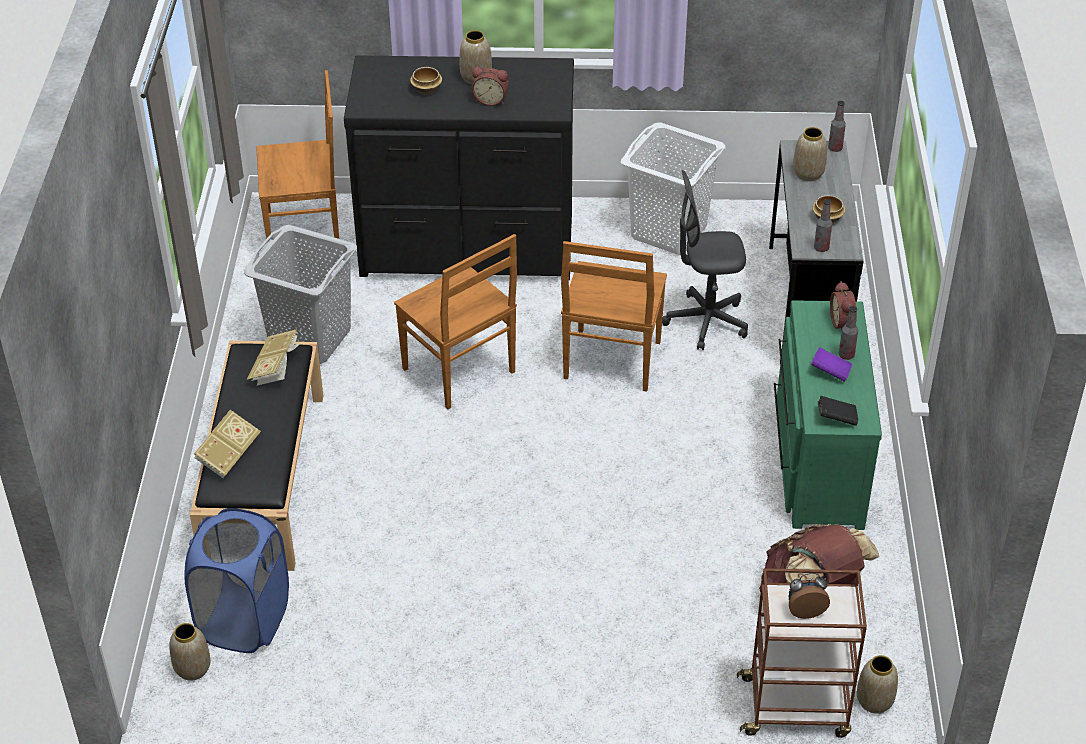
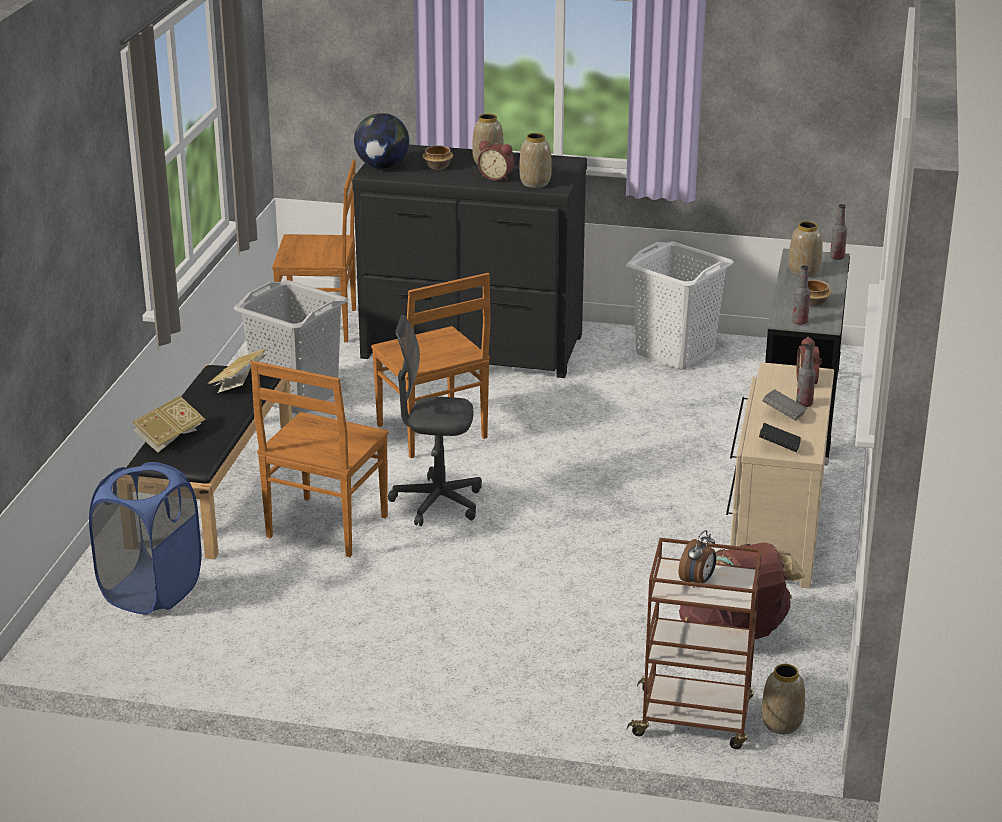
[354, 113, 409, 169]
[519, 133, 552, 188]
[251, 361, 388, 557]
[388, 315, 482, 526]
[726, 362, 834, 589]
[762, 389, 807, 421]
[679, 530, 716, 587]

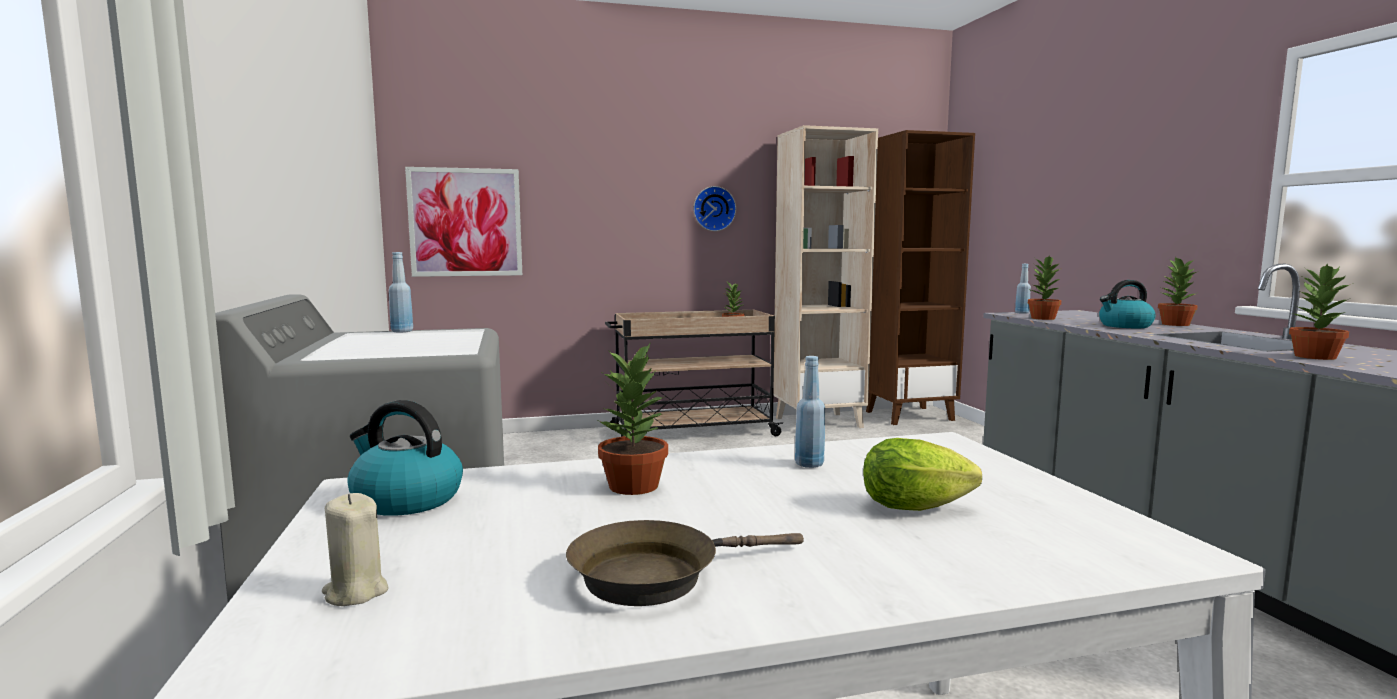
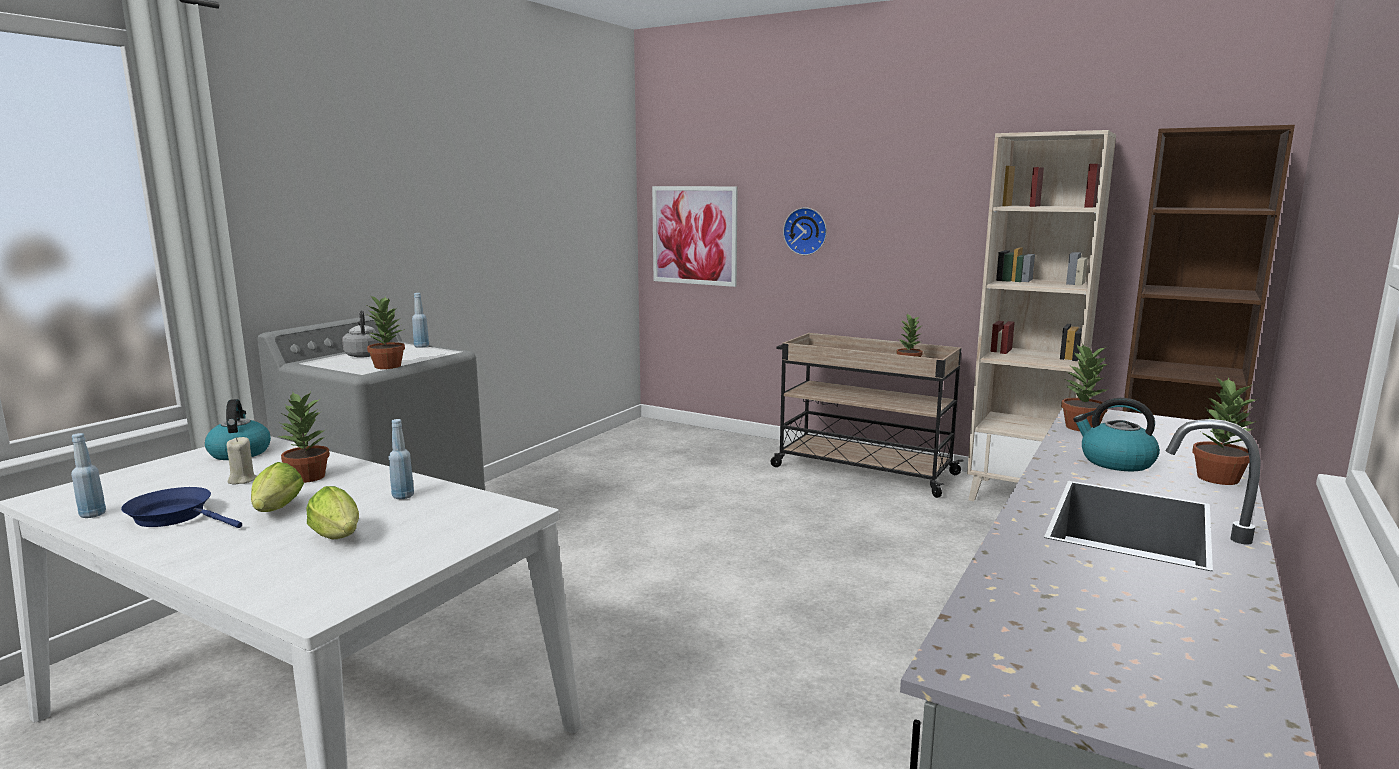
[251, 462, 304, 512]
[342, 310, 382, 358]
[227, 437, 257, 484]
[783, 207, 827, 255]
[71, 433, 106, 518]
[367, 295, 405, 369]
[121, 487, 242, 528]

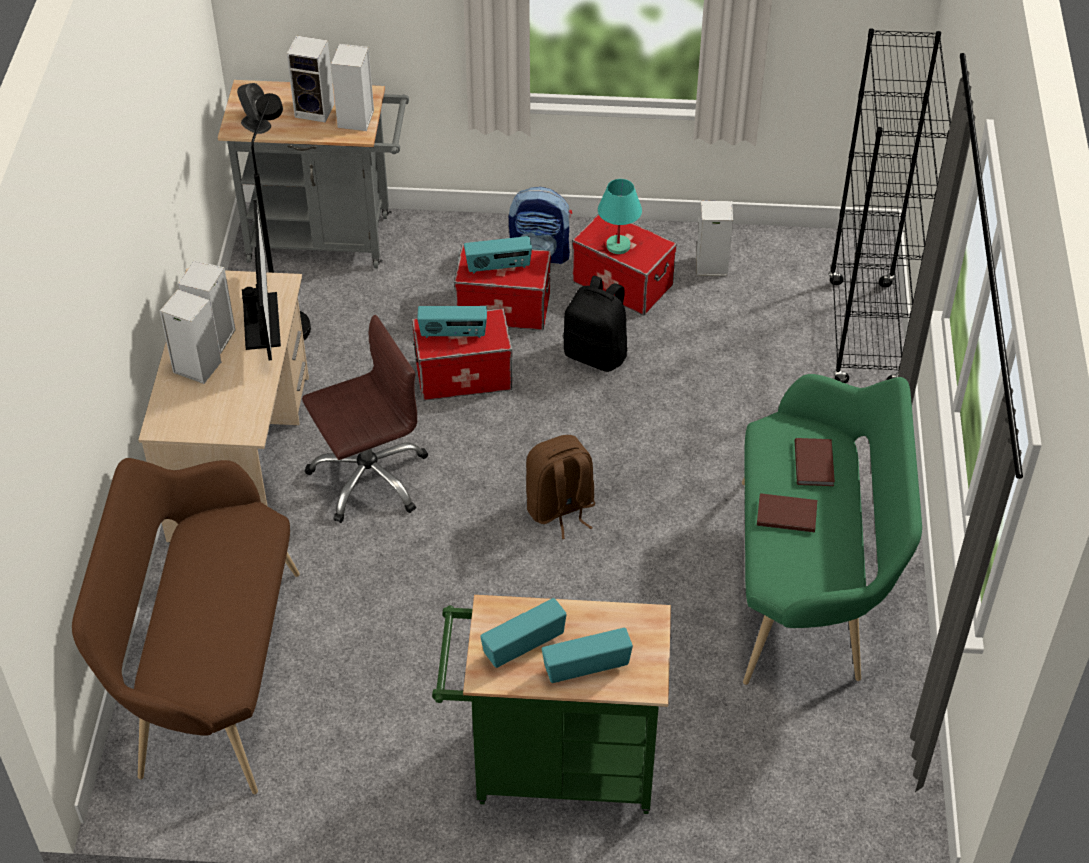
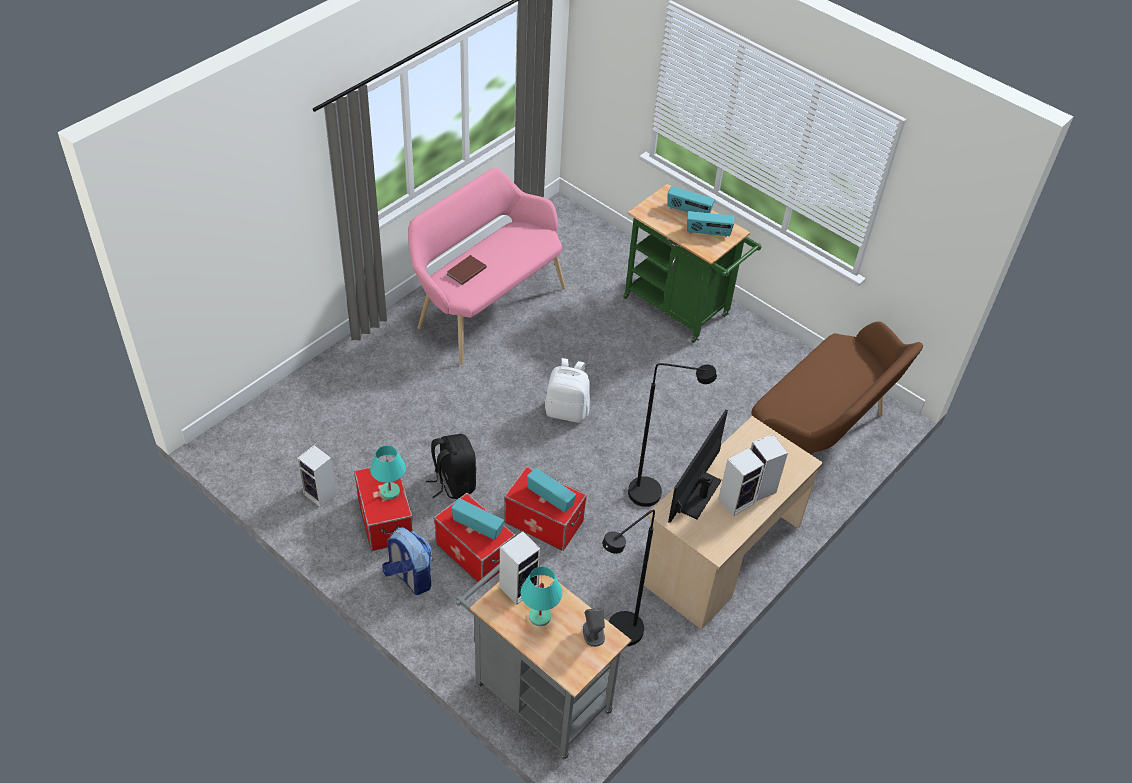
[757, 493, 817, 532] (first image)
[828, 28, 951, 383] (first image)
[521, 567, 562, 626]
[628, 363, 717, 507]
[545, 358, 590, 423]
[408, 168, 565, 365]

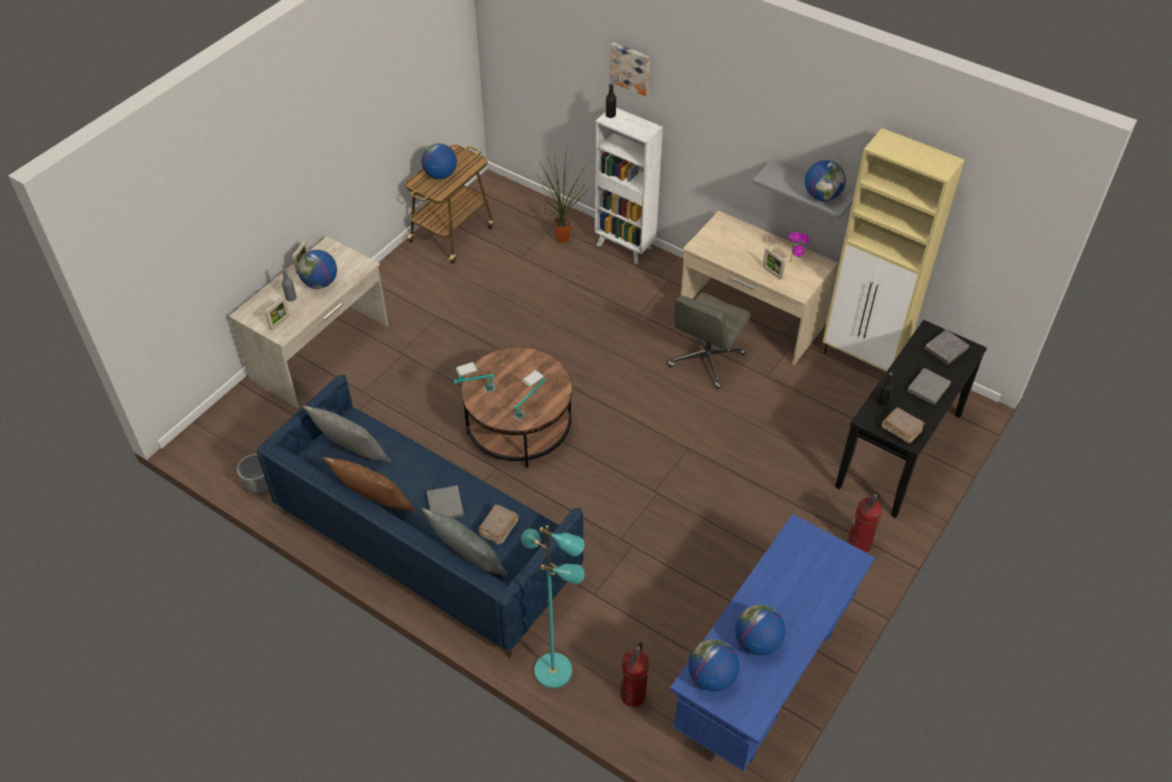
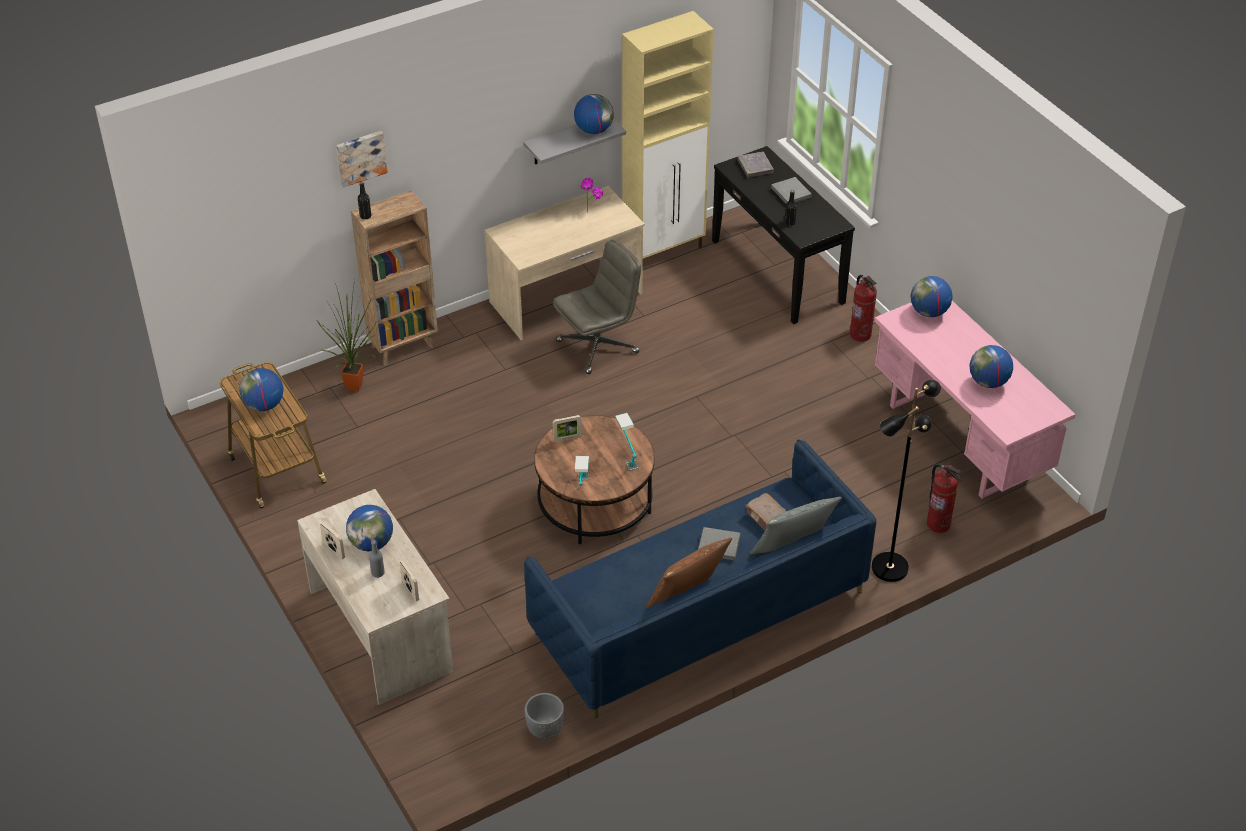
[303, 406, 392, 462] (first image)
[882, 407, 925, 443] (first image)
[911, 276, 953, 317]
[552, 415, 581, 442]
[872, 380, 941, 582]
[351, 190, 438, 366]
[874, 301, 1076, 499]
[553, 240, 641, 374]

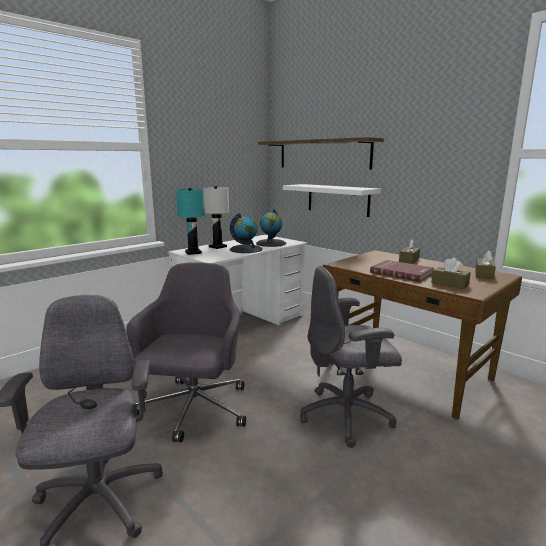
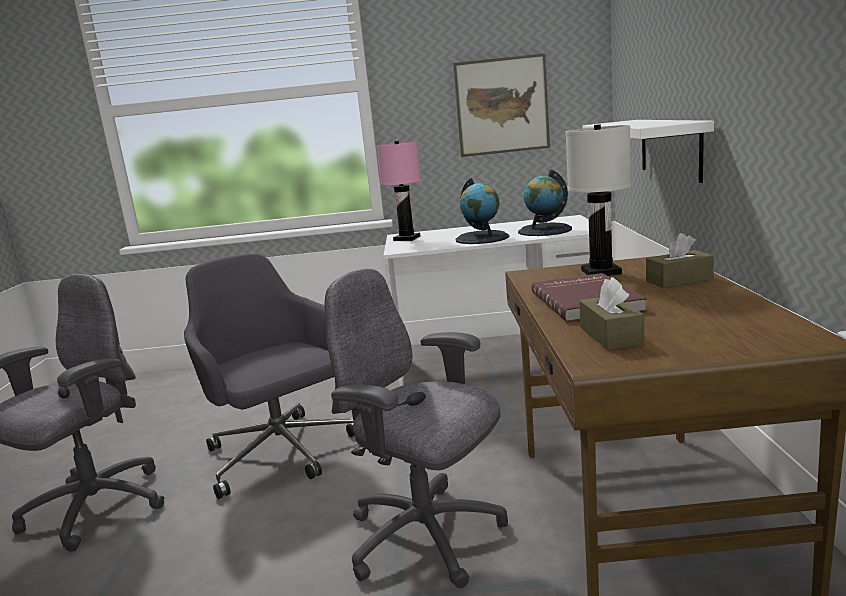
[258, 137, 384, 169] (first image)
[475, 251, 496, 279] (first image)
[453, 53, 550, 157]
[565, 124, 631, 276]
[376, 141, 421, 241]
[184, 253, 355, 499]

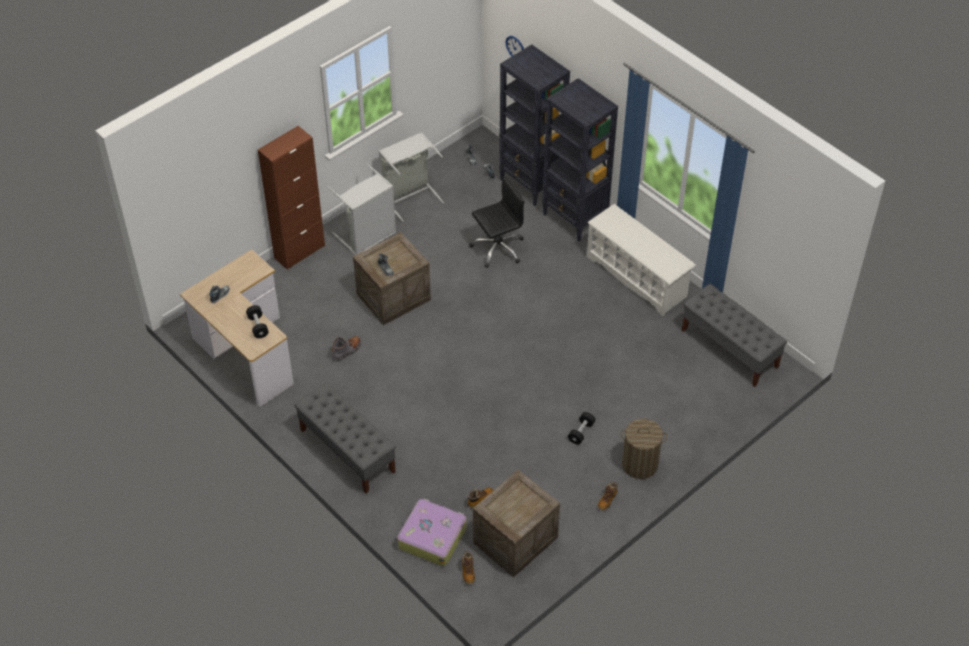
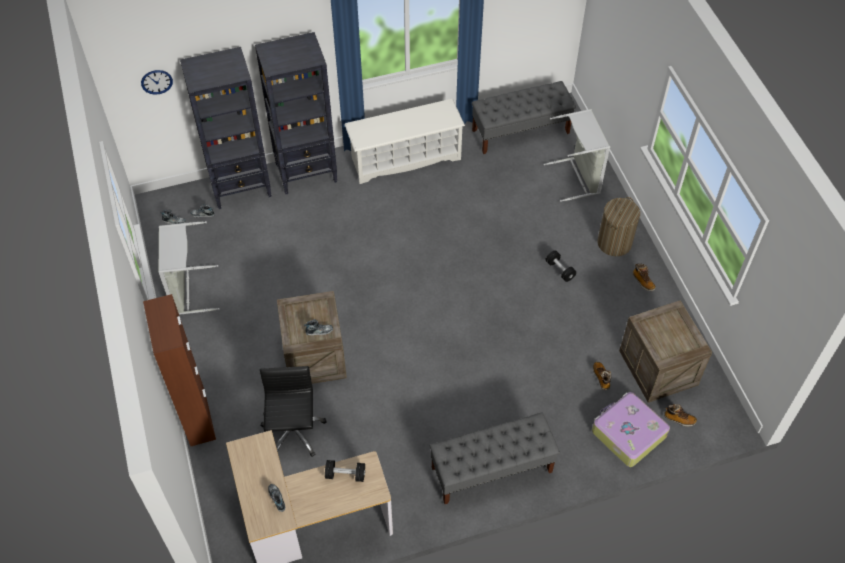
[331, 336, 361, 362] (first image)
[543, 109, 610, 202]
[260, 366, 327, 457]

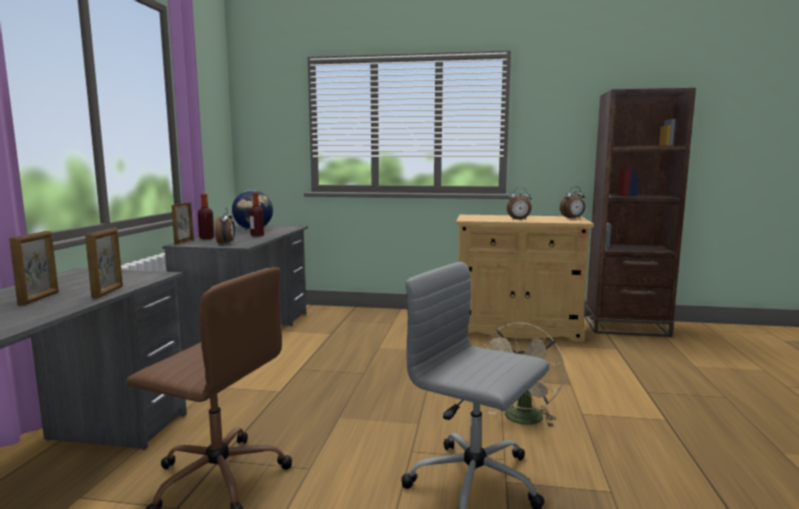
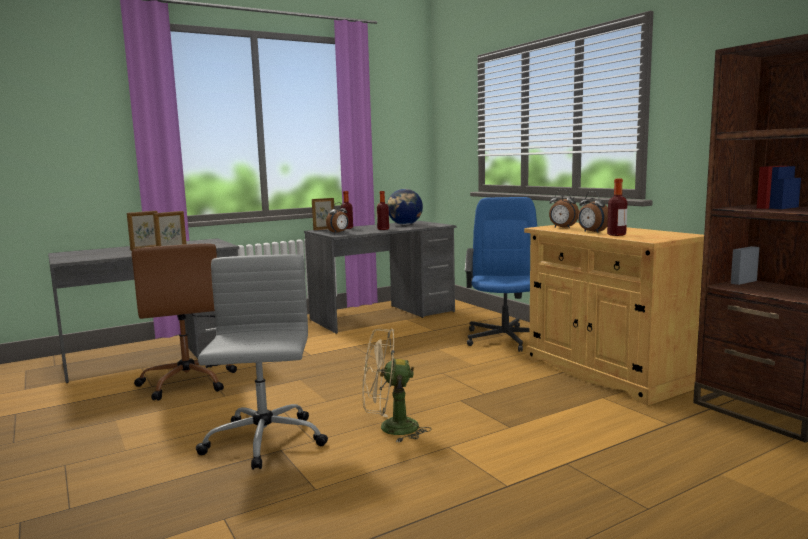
[465, 197, 537, 352]
[607, 179, 627, 236]
[549, 189, 579, 228]

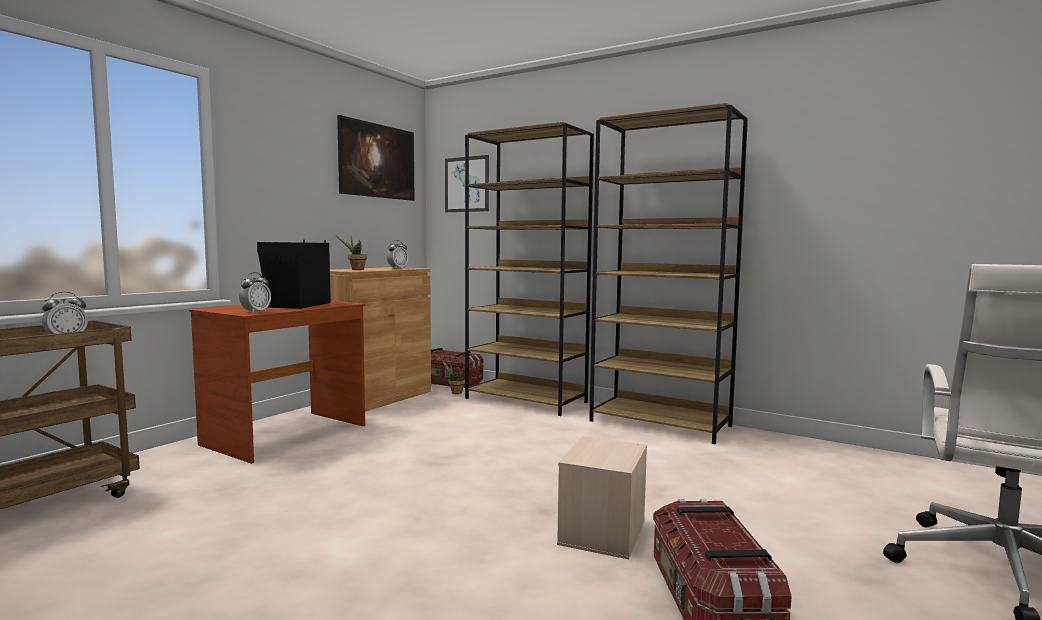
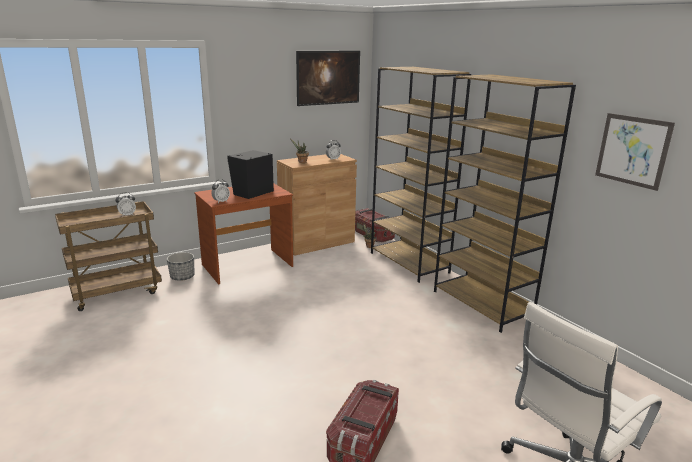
[557, 436, 647, 559] (first image)
[167, 252, 195, 281]
[595, 113, 675, 191]

